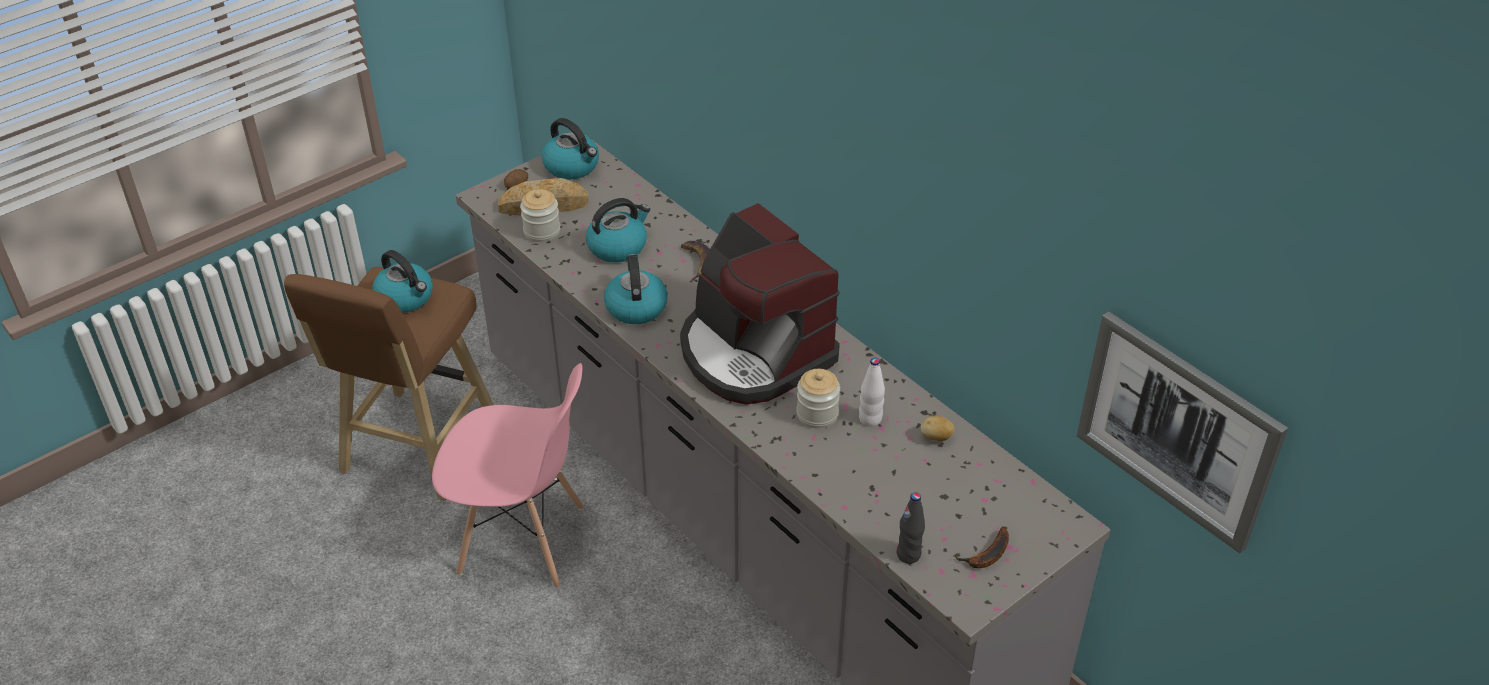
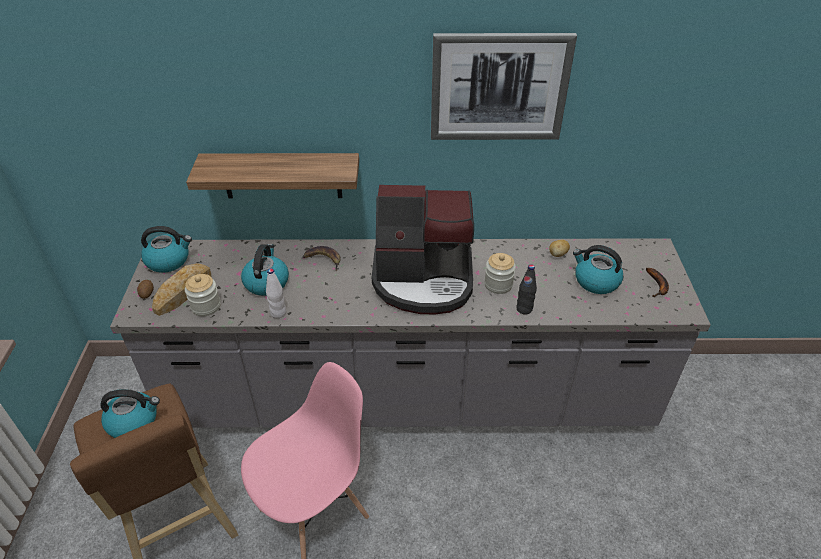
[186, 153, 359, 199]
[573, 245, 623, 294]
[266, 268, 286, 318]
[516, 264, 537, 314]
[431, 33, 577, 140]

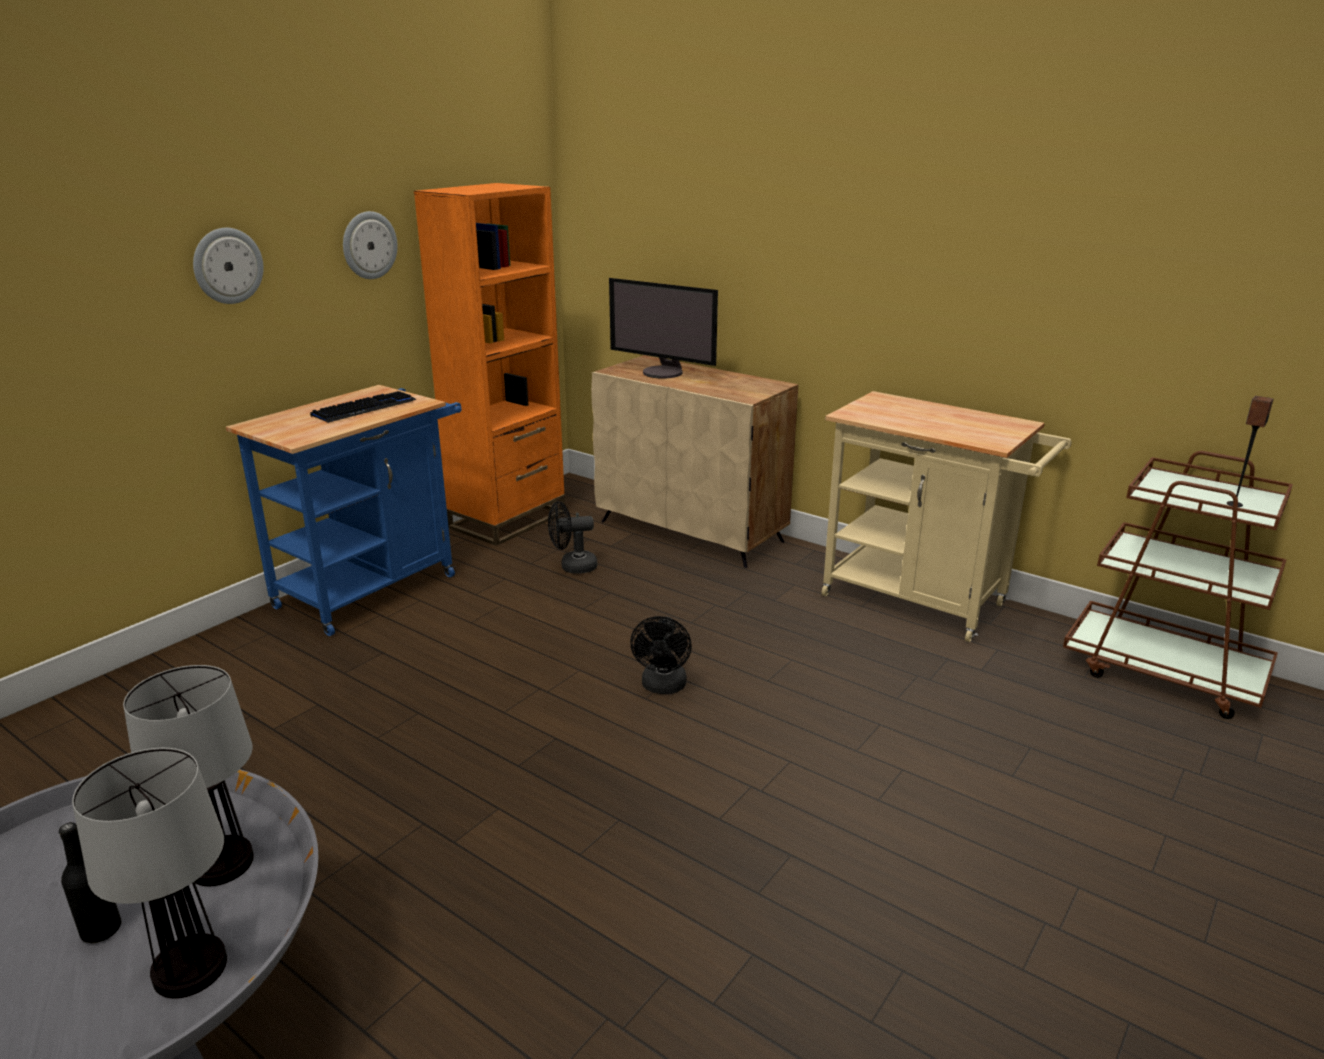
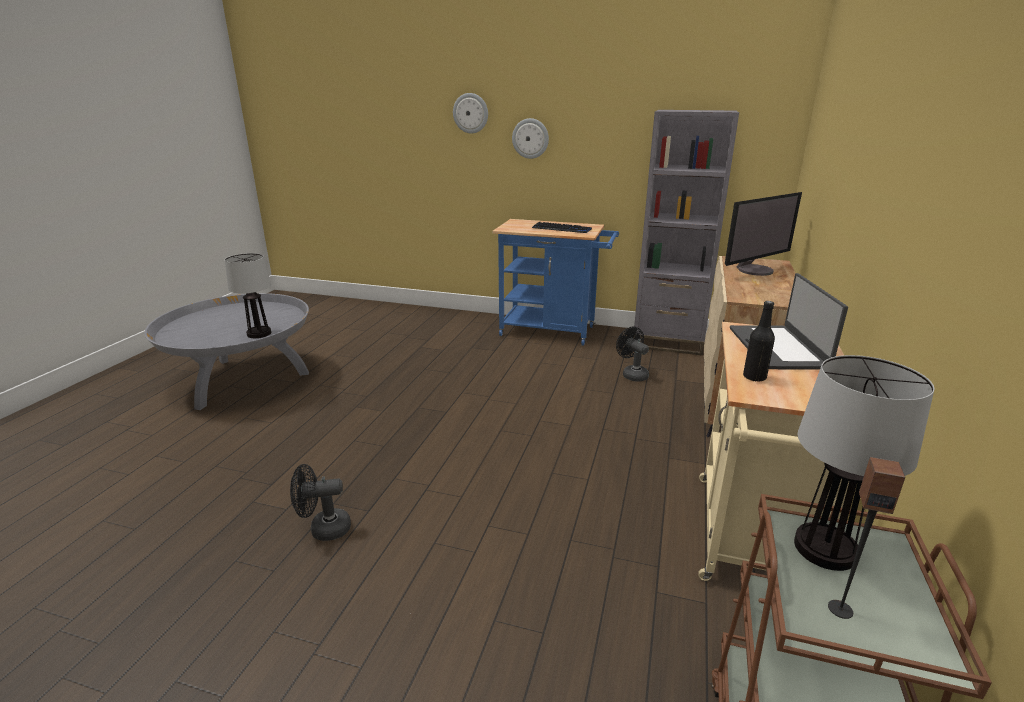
[730, 273, 848, 370]
[743, 301, 775, 382]
[794, 355, 935, 571]
[453, 93, 488, 134]
[290, 464, 351, 541]
[633, 110, 739, 356]
[725, 192, 802, 276]

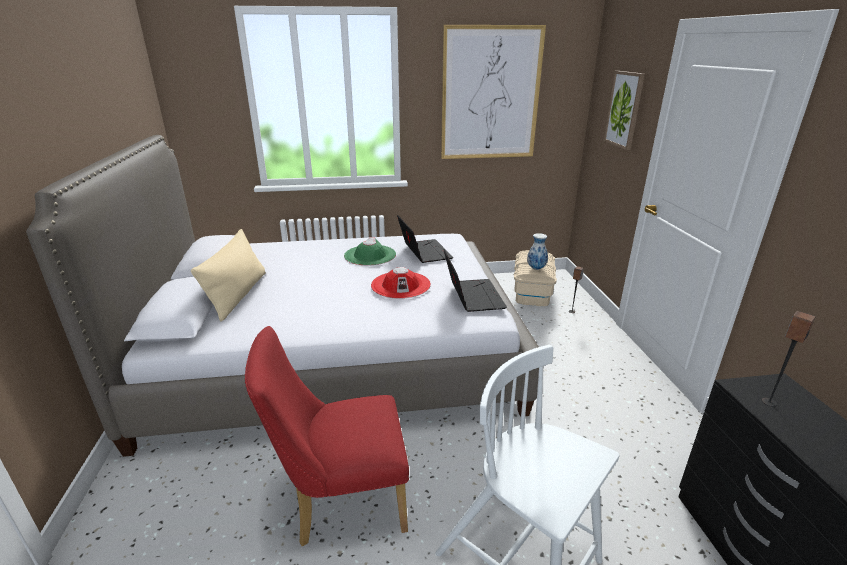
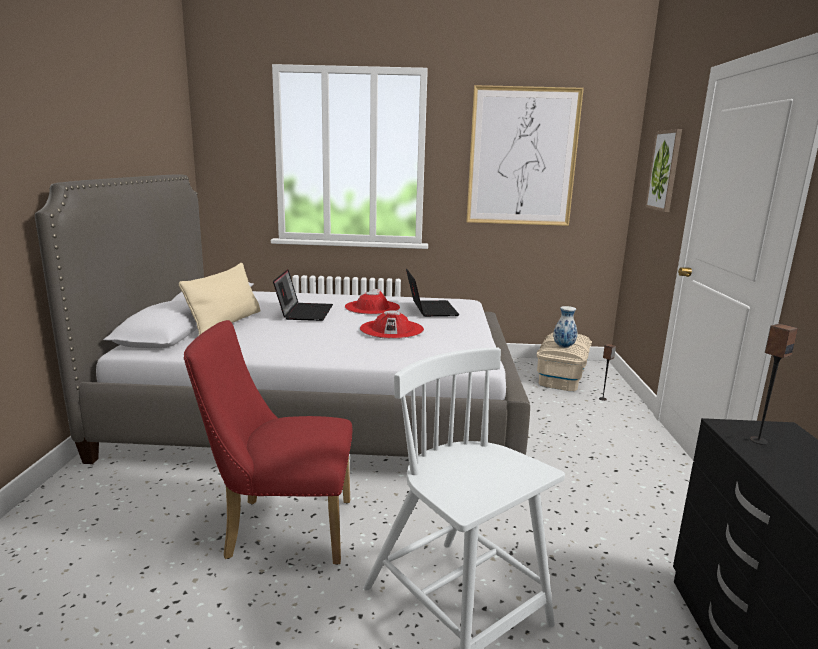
[273, 269, 333, 321]
[345, 289, 400, 315]

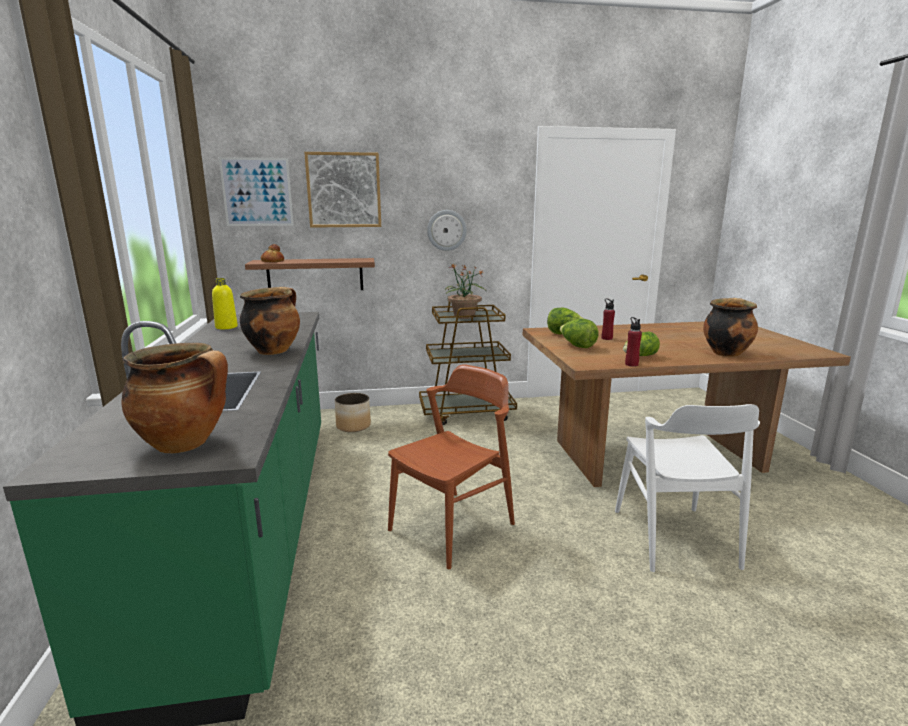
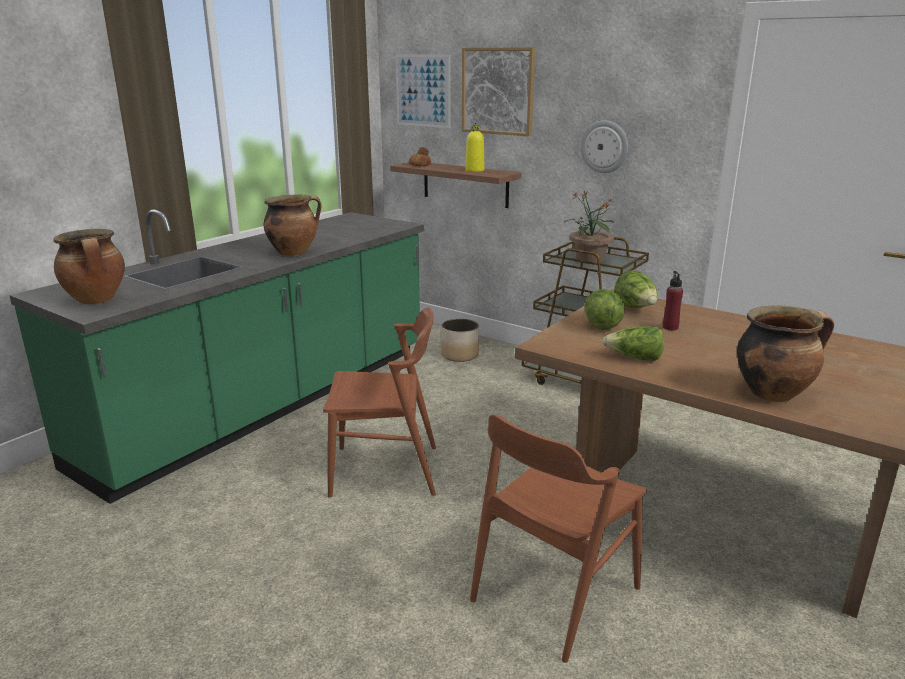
[625, 317, 642, 367] (first image)
[466, 125, 484, 172]
[470, 415, 647, 663]

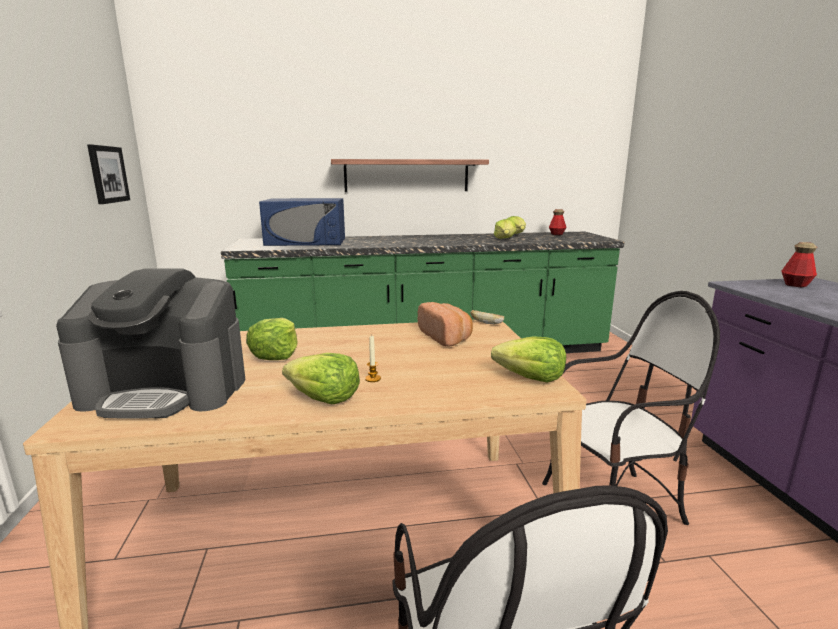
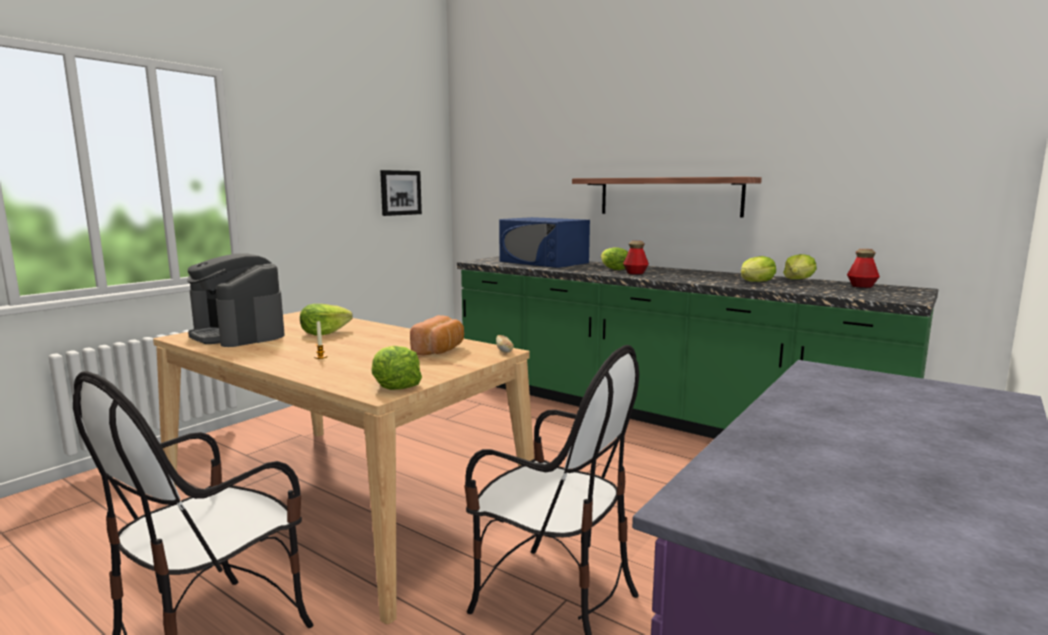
[601, 247, 628, 270]
[623, 241, 649, 275]

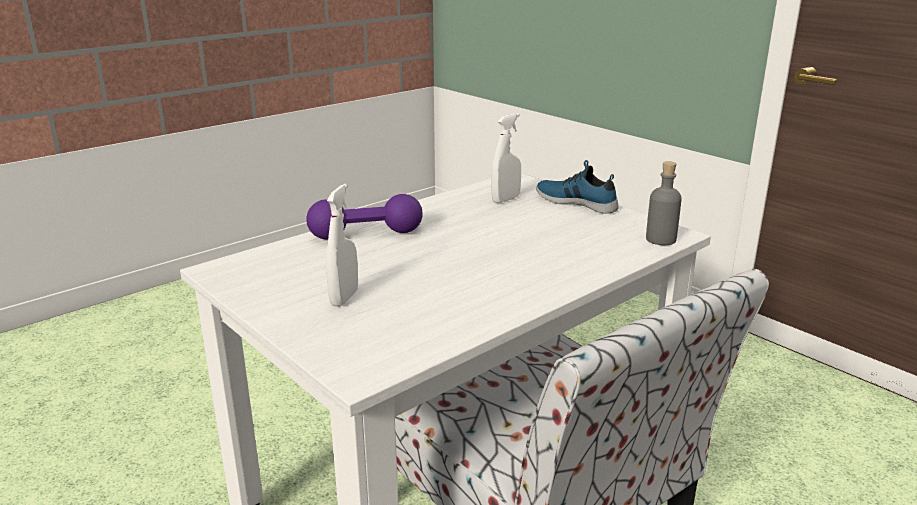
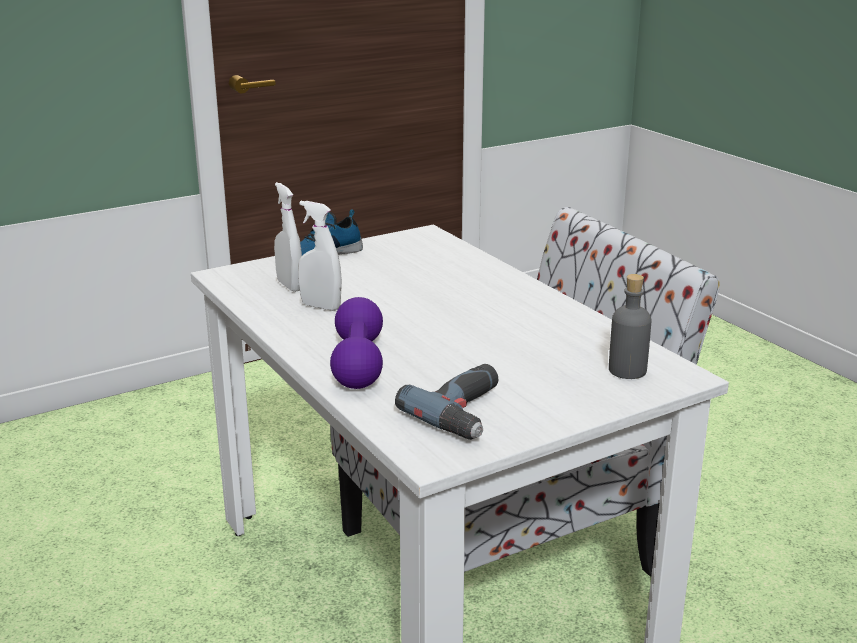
[395, 364, 498, 440]
[298, 201, 342, 311]
[609, 274, 652, 379]

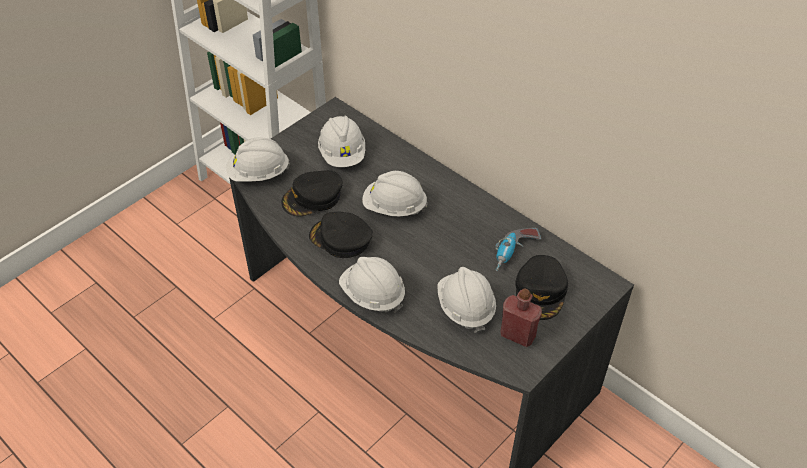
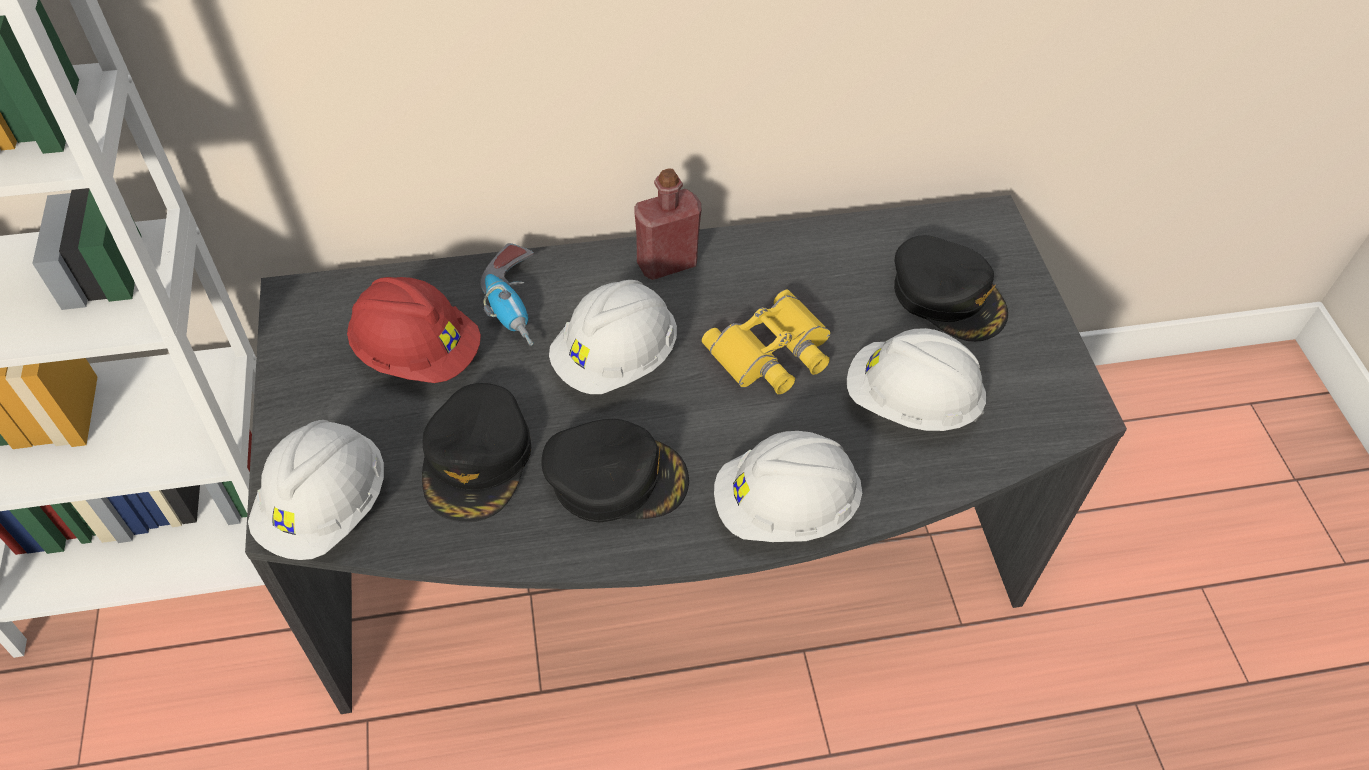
[702, 290, 830, 394]
[480, 243, 534, 346]
[634, 168, 701, 280]
[347, 277, 481, 383]
[541, 419, 689, 523]

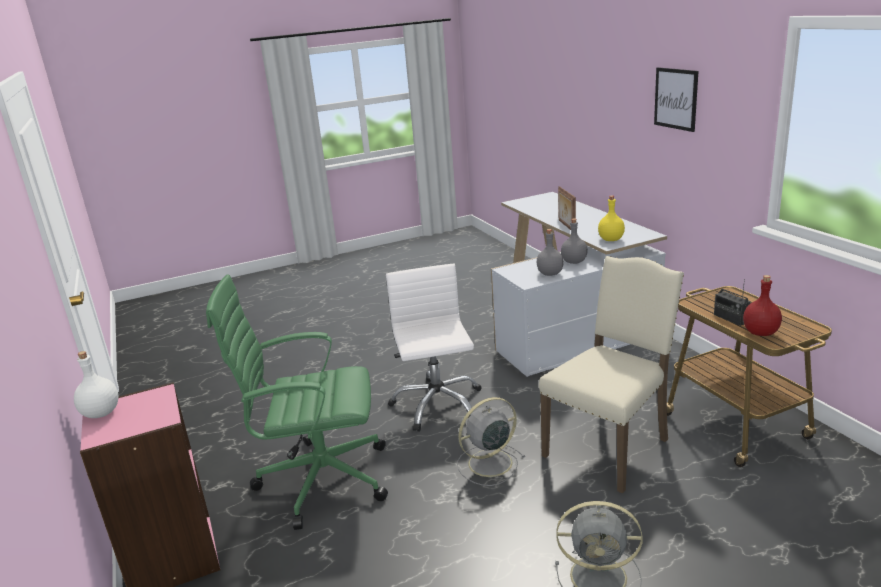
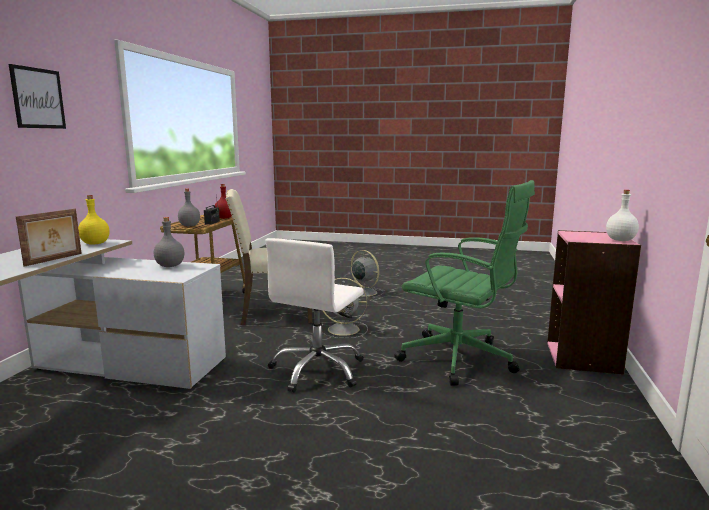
[178, 188, 200, 226]

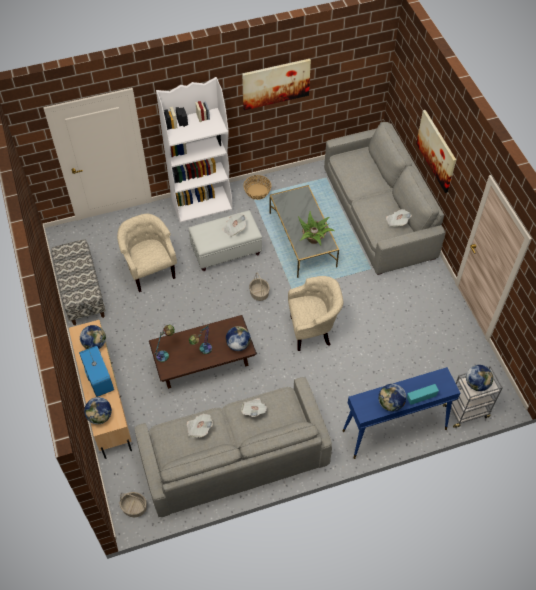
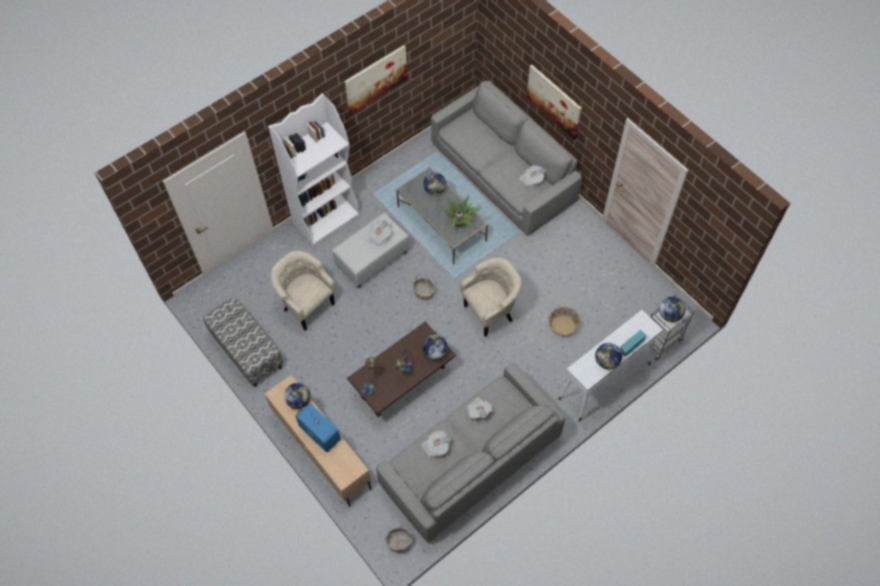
[423, 172, 446, 195]
[548, 307, 580, 337]
[559, 310, 663, 421]

